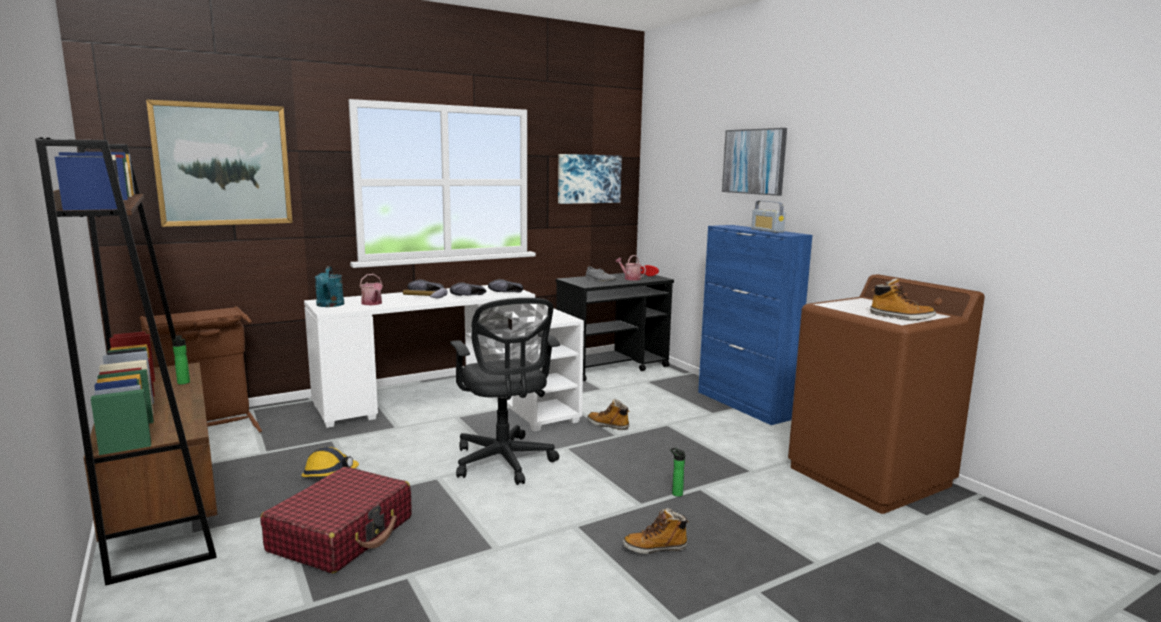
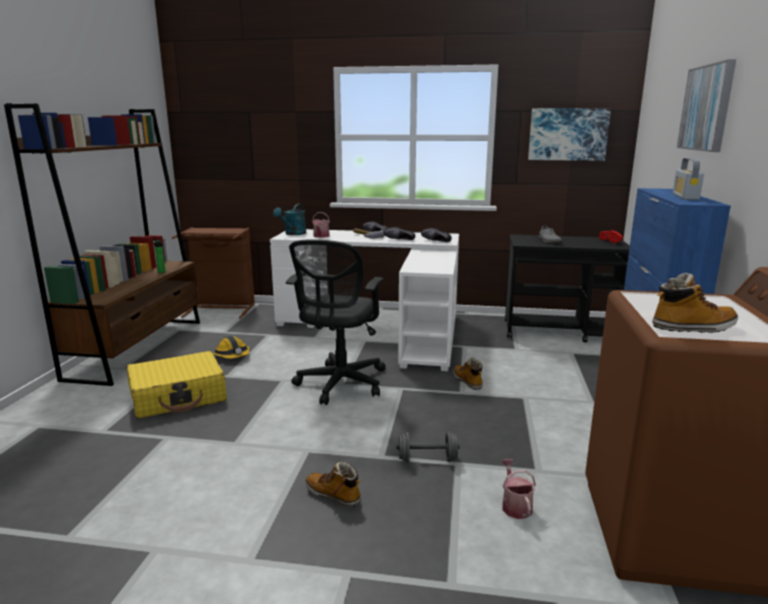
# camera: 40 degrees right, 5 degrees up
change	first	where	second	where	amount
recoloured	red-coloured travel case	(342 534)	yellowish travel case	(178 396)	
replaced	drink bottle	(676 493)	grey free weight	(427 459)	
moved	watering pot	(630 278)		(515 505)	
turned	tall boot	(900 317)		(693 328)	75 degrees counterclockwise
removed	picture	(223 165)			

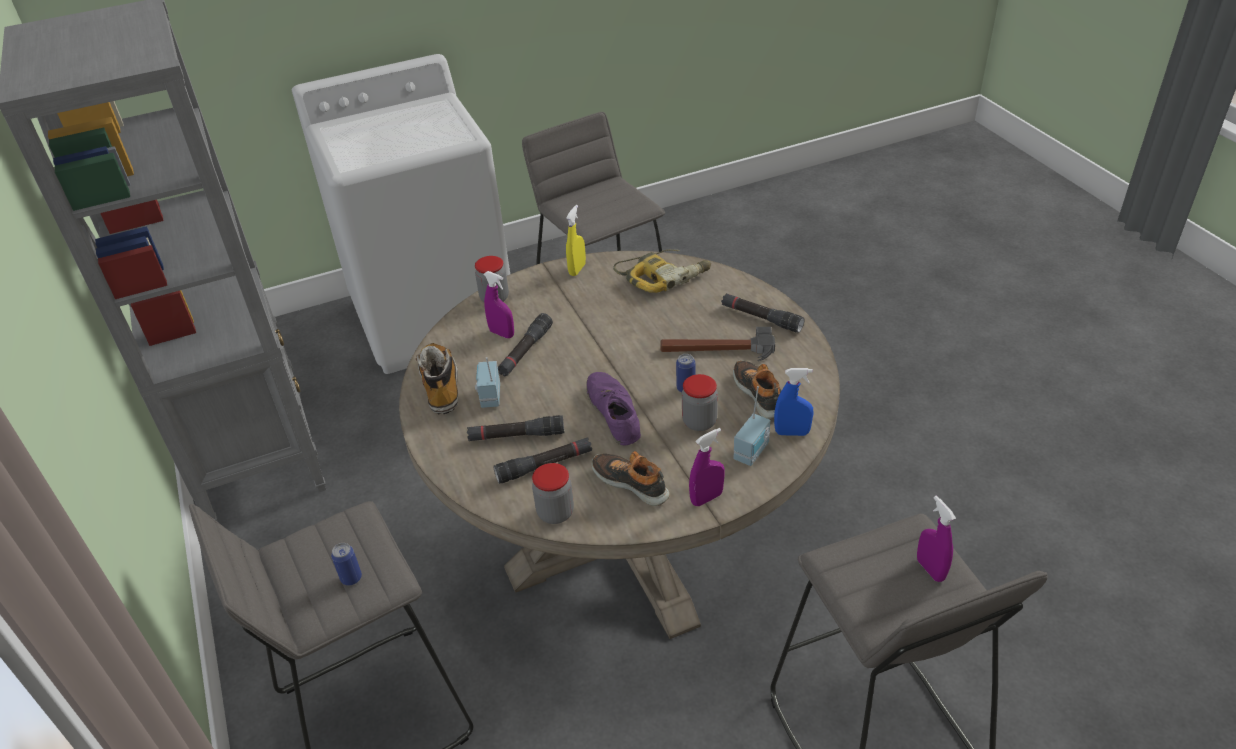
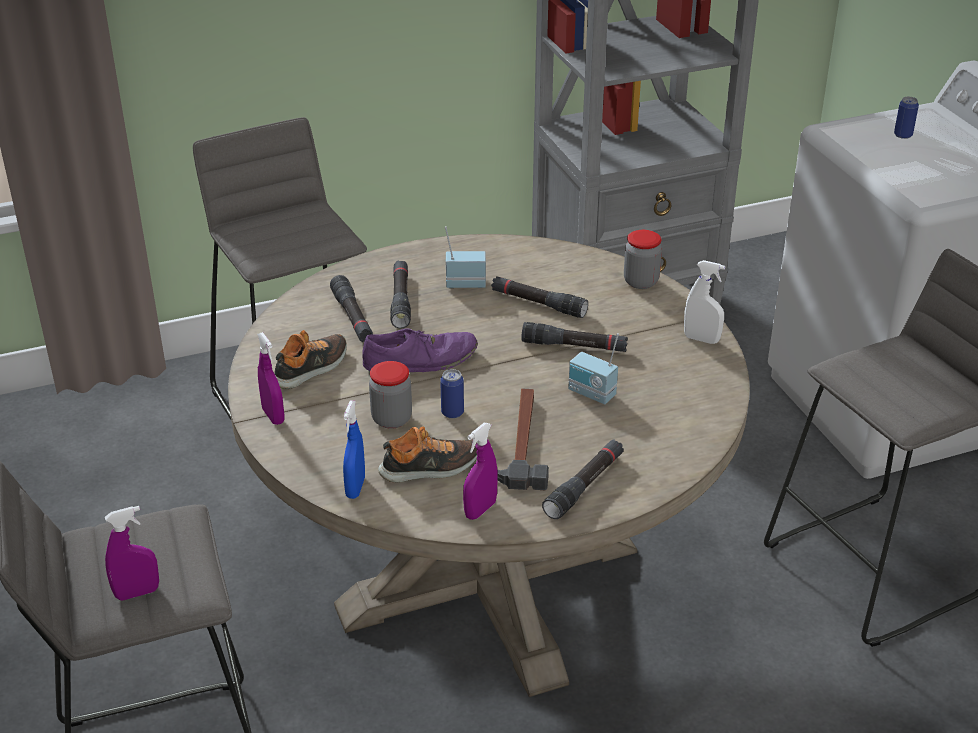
# camera: 90 degrees right, 5 degrees down
change	first	where	second	where	amount
moved	purple-coloured hand sprayer	(502 333)		(480 510)	
added			black-coloured torch	(574 346)	
moved	radio receiver	(752 452)		(591 394)	
recoloured	yellowish hand sprayer	(577 269)	whitish hand sprayer	(701 339)	
moved	sealed can	(351 578)		(903 135)	
removed	tall boot	(441 386)			
removed	preserve jar	(555 513)			
removed	electric drill	(663 276)			

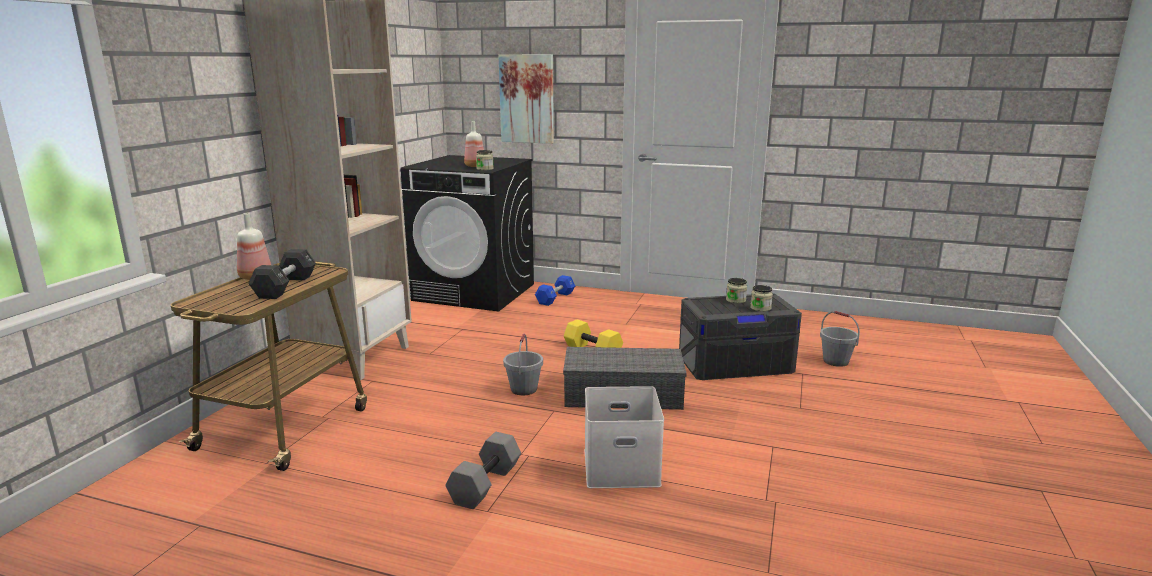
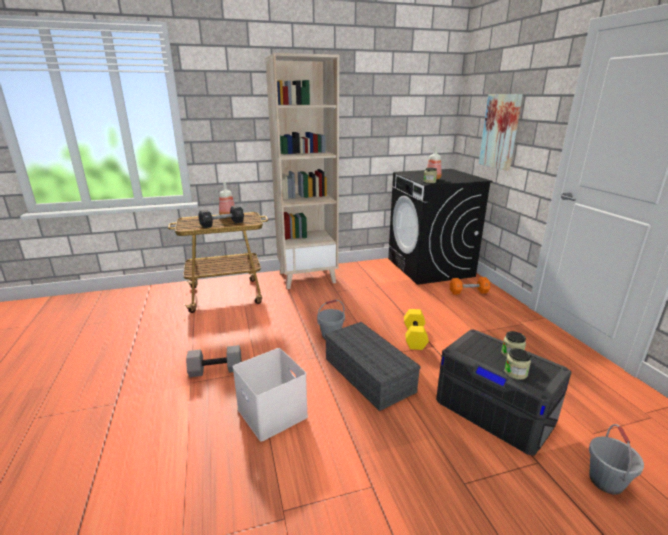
# camera: 55 degrees right, 5 degrees up
change	first	where	second	where	amount
recoloured	blue free weight	(555 298)	orangey free weight	(468 292)	

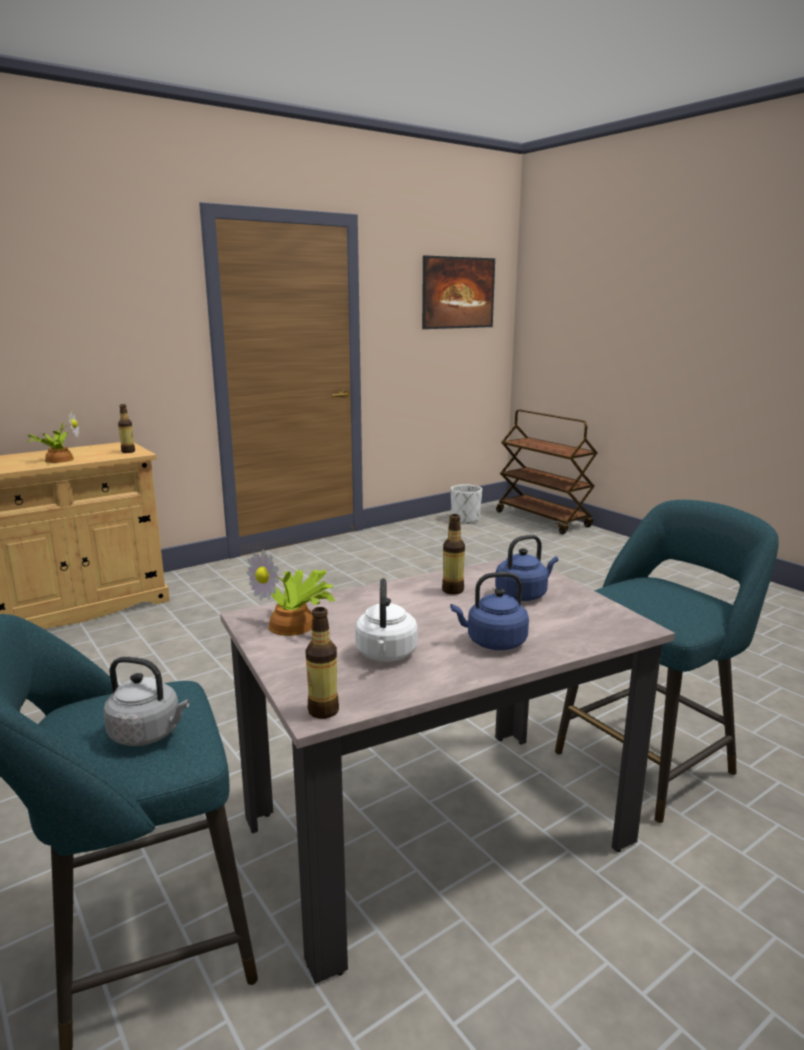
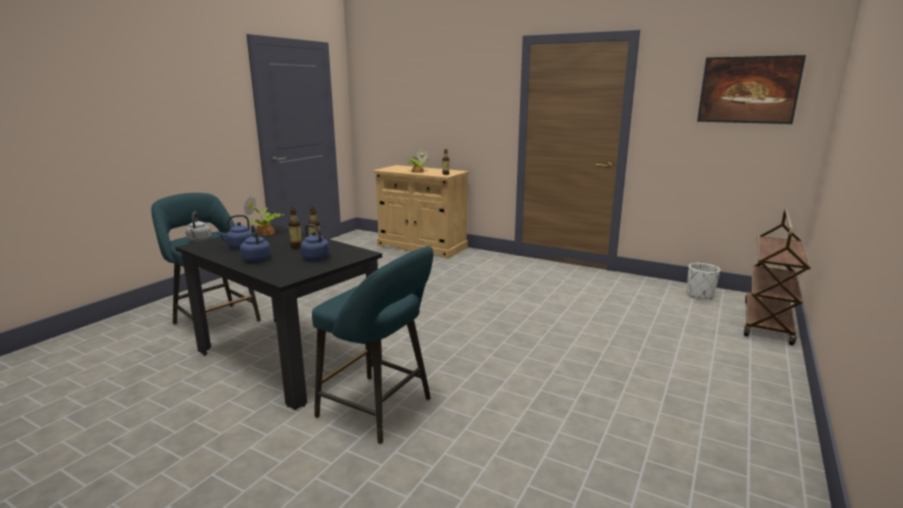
# camera: 65 degrees right, 0 degrees up
change	first	where	second	where	amount
recoloured	beige dining table	(436 831)	black-coloured dining table	(288 357)	
recoloured	whitish water kettle	(386 655)	blue water kettle	(239 247)	
moved	drink bottle	(323 711)		(296 247)	

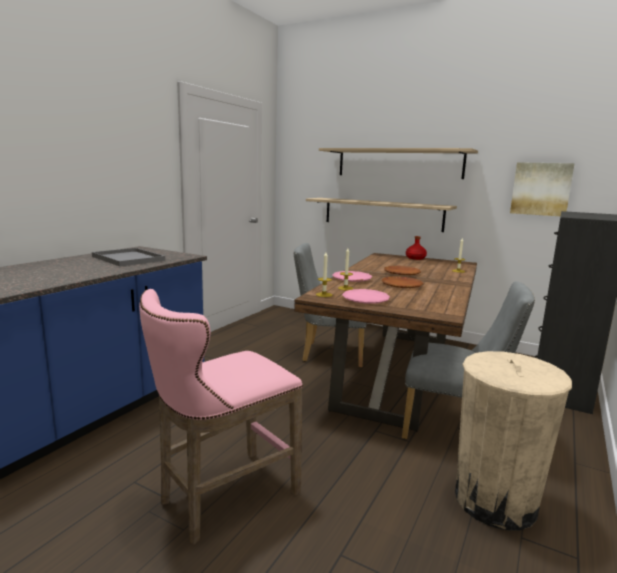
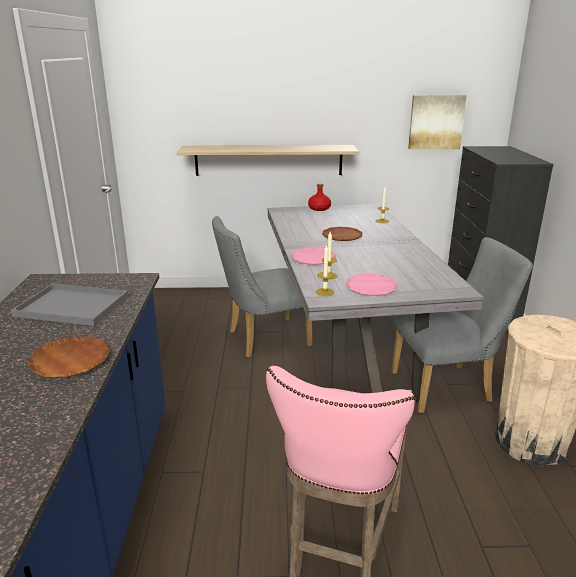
# camera: 30 degrees left, 10 degrees up
change	first	where	second	where	amount
moved	brown dinner plate	(401 285)		(70 362)	
recoloured	brown dining table	(395 372)	grey dining table	(346 341)	
removed	shelf	(398 163)			

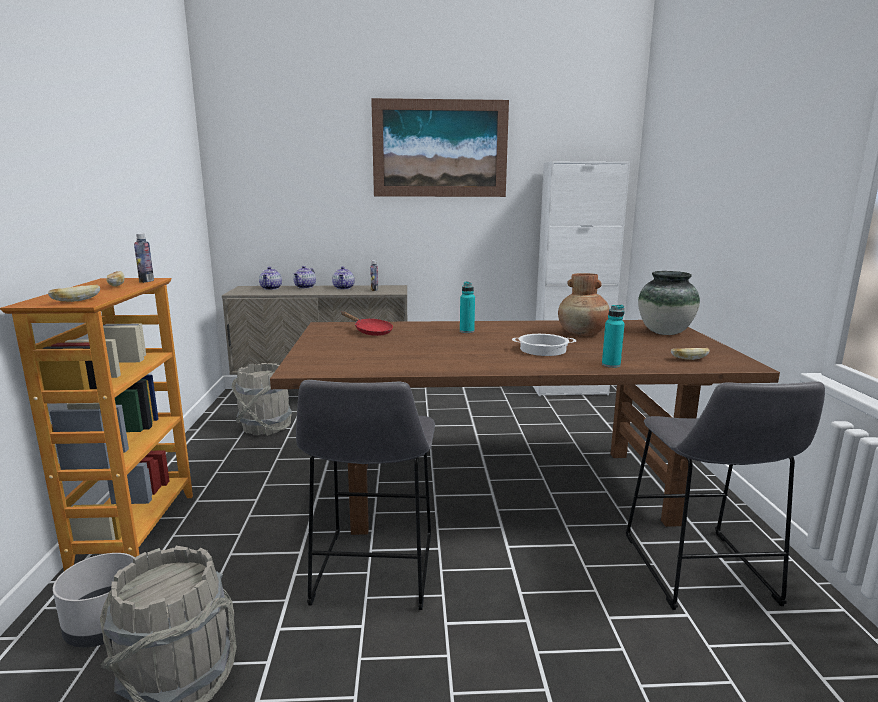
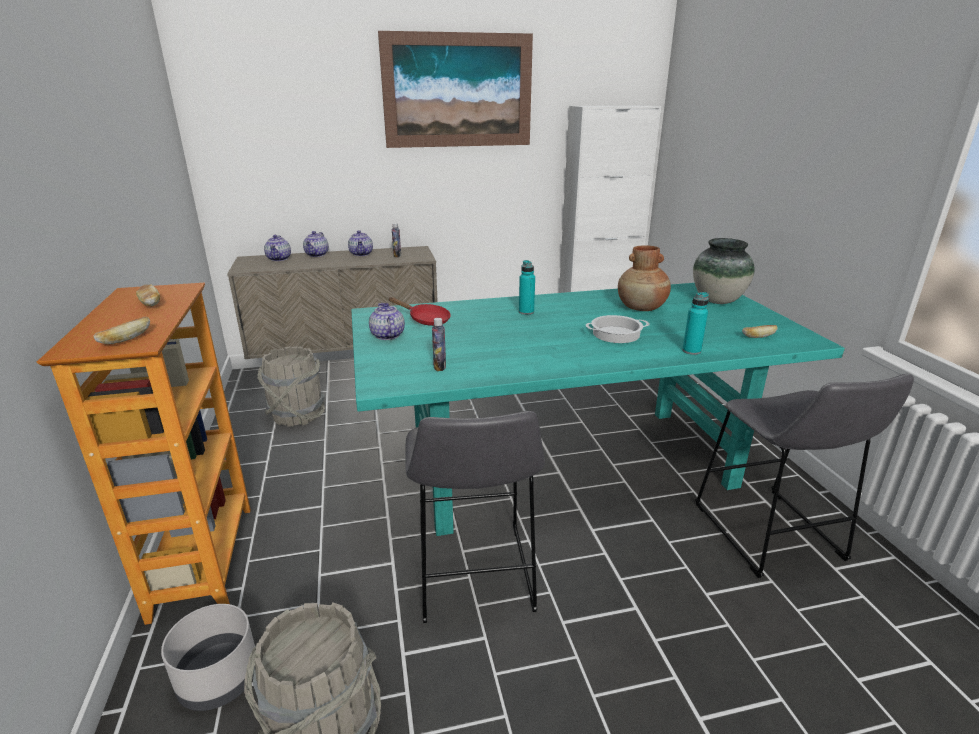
# camera: 10 degrees left, 10 degrees up
change	first	where	second	where	amount
recoloured	brown dining table	(502 489)	turquoise-coloured dining table	(567 465)	
added			tea pot	(387 335)	
moved	drink bottle	(146 281)		(439 367)	

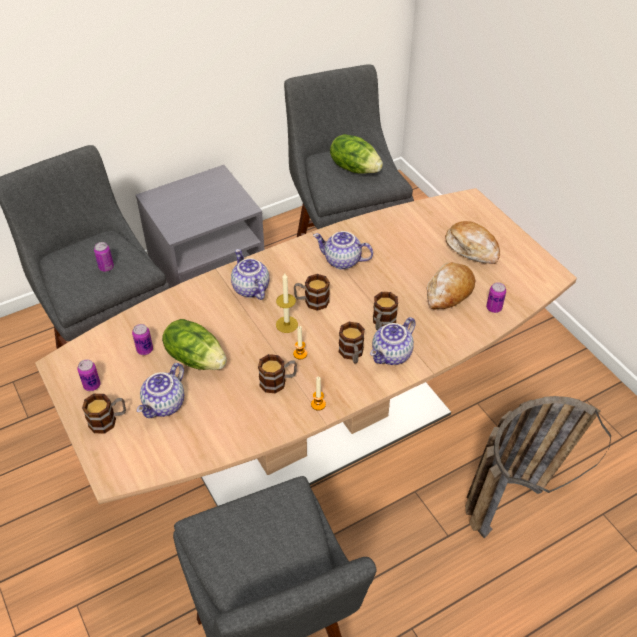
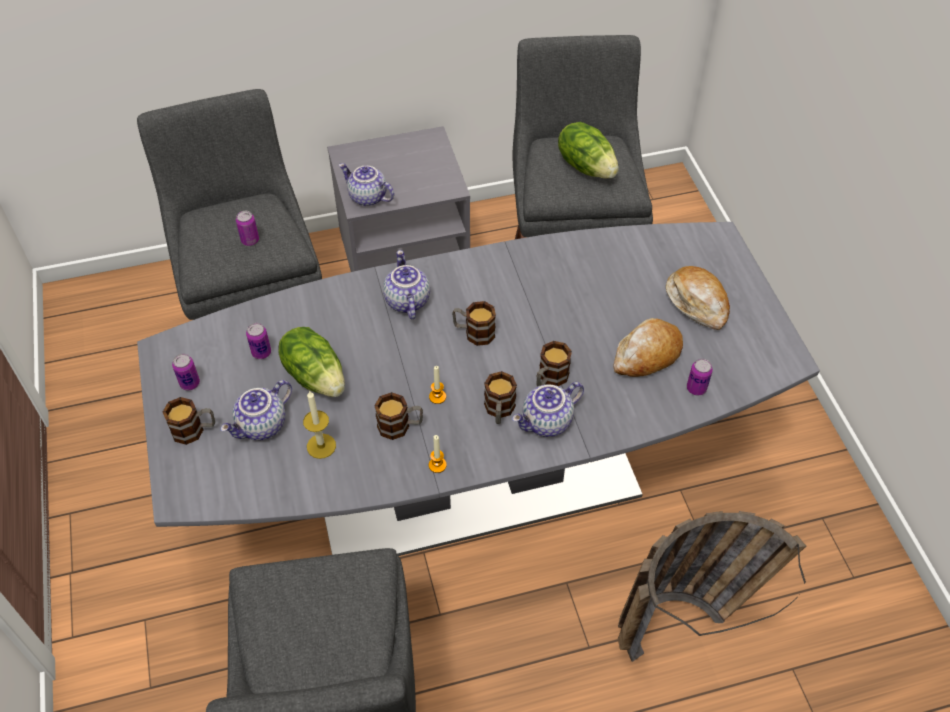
# camera: 15 degrees right, 5 degrees up
change	first	where	second	where	amount
recoloured	brown dining table	(317 430)	grey dining table	(474 479)	
moved	candle	(286 324)		(321 446)	
moved	tea pot	(342 261)		(367 197)	

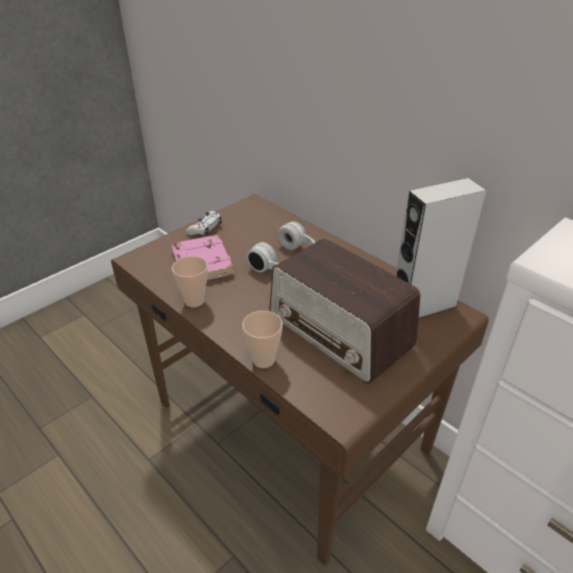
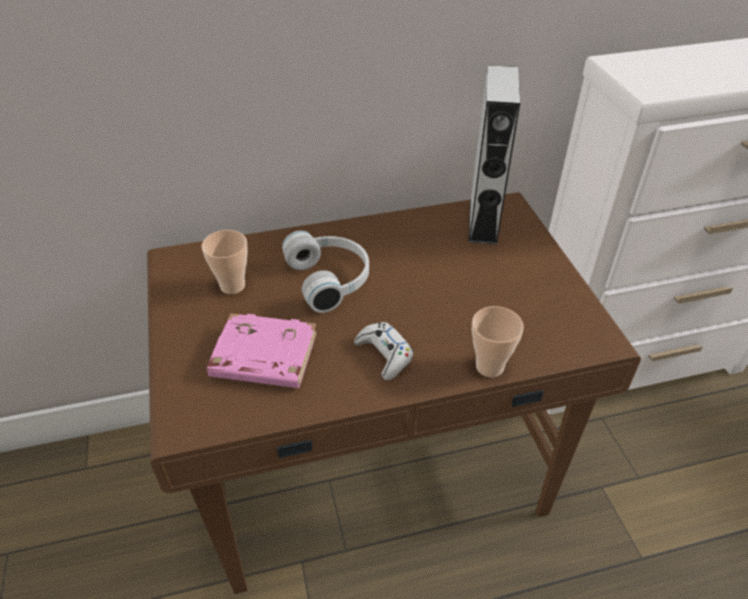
# camera: 60 degrees left, 5 degrees up
change	first	where	second	where	amount
moved	drinking cup	(194 301)		(232 286)	
moved	whitish game controller	(205 228)		(384 355)	
removed	radio receiver	(340 331)			

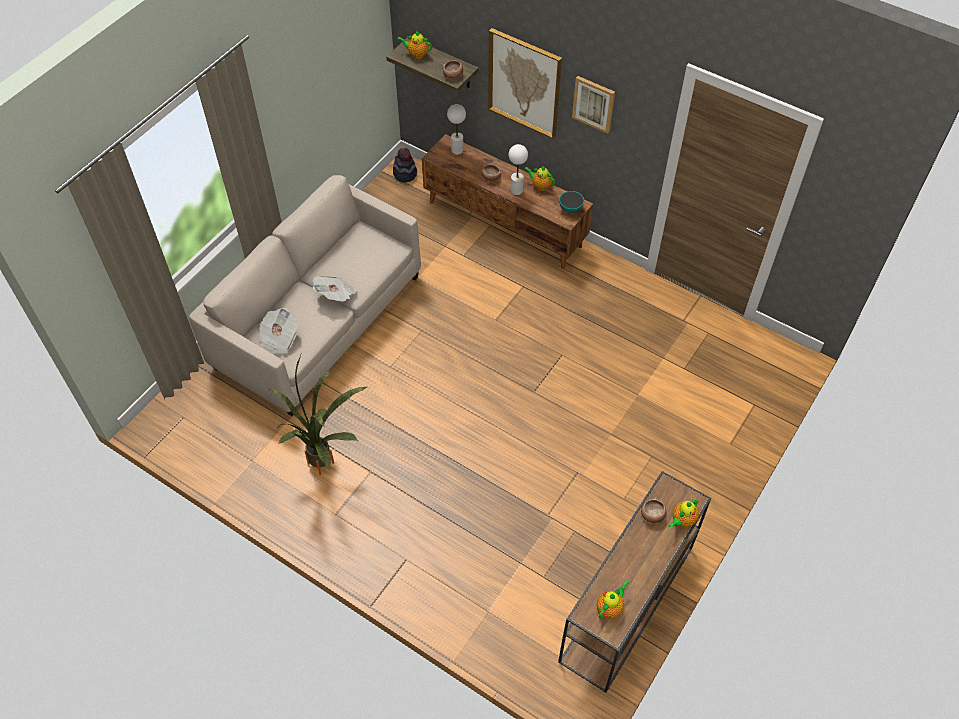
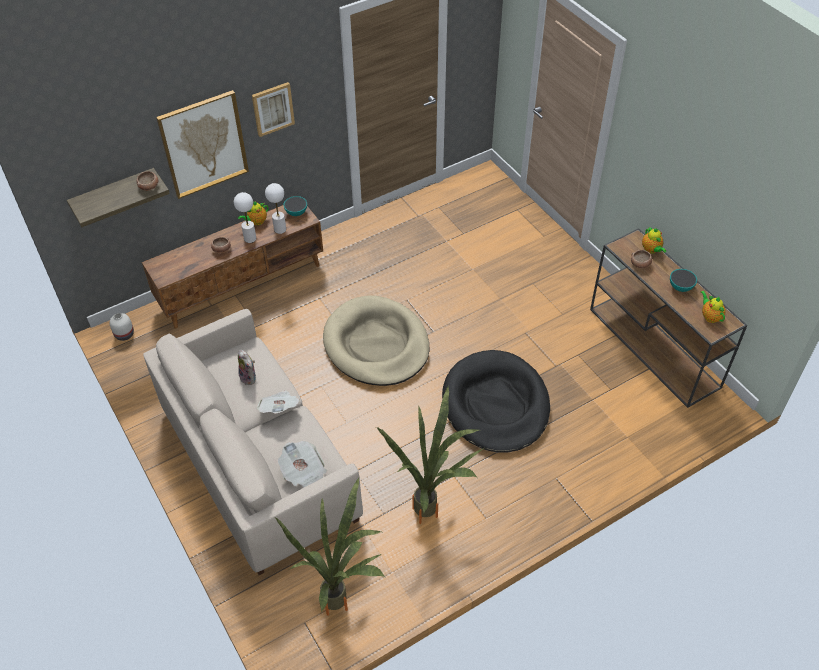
# camera: 65 degrees left, 5 degrees down
change	first	where	second	where	amount
replaced	hat	(405 173)	whitish vase	(124 334)	
added			cuddly toy	(249 377)	
moved	whitish lamp for a table	(457 150)		(280 229)	
added			potted plant	(343 604)	
added			beige dog bed	(376 345)	
added			black-coloured dog bed	(495 404)	
added			bowl	(680 287)	
removed	tea pot	(416 54)			

